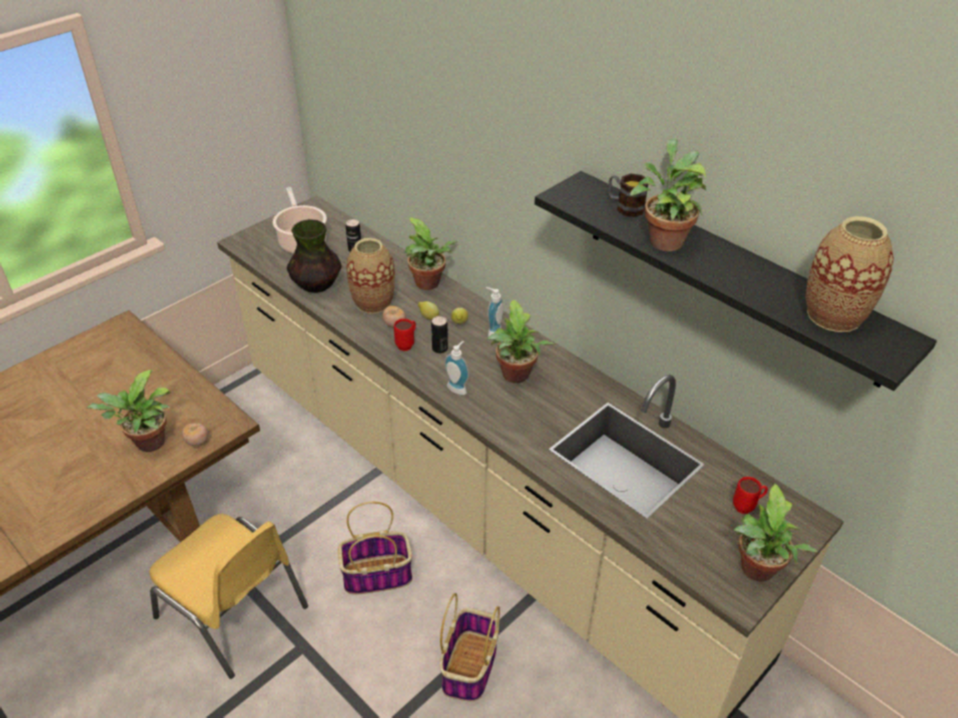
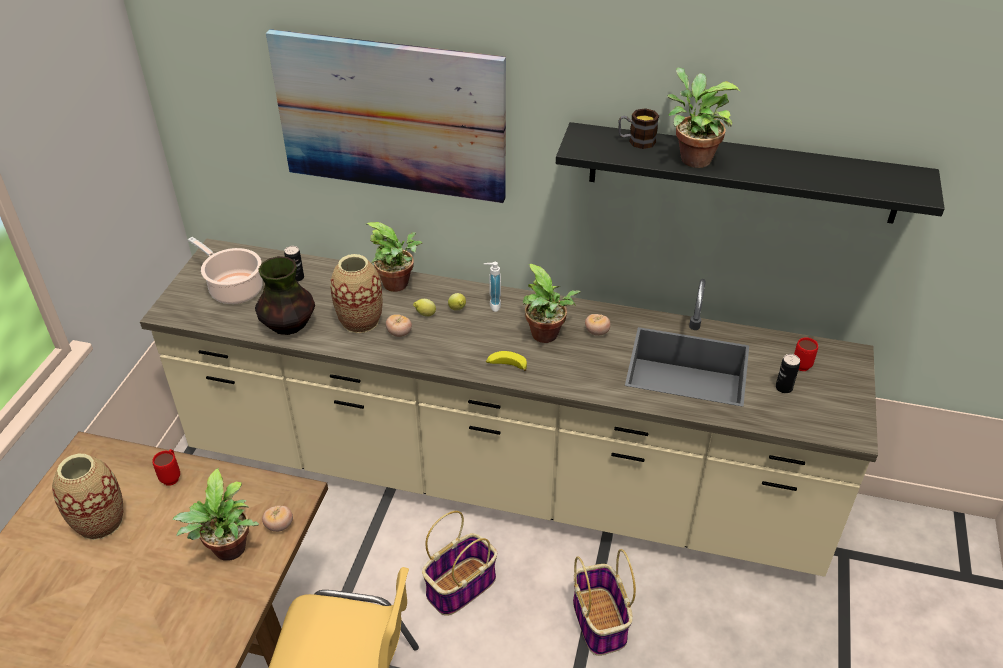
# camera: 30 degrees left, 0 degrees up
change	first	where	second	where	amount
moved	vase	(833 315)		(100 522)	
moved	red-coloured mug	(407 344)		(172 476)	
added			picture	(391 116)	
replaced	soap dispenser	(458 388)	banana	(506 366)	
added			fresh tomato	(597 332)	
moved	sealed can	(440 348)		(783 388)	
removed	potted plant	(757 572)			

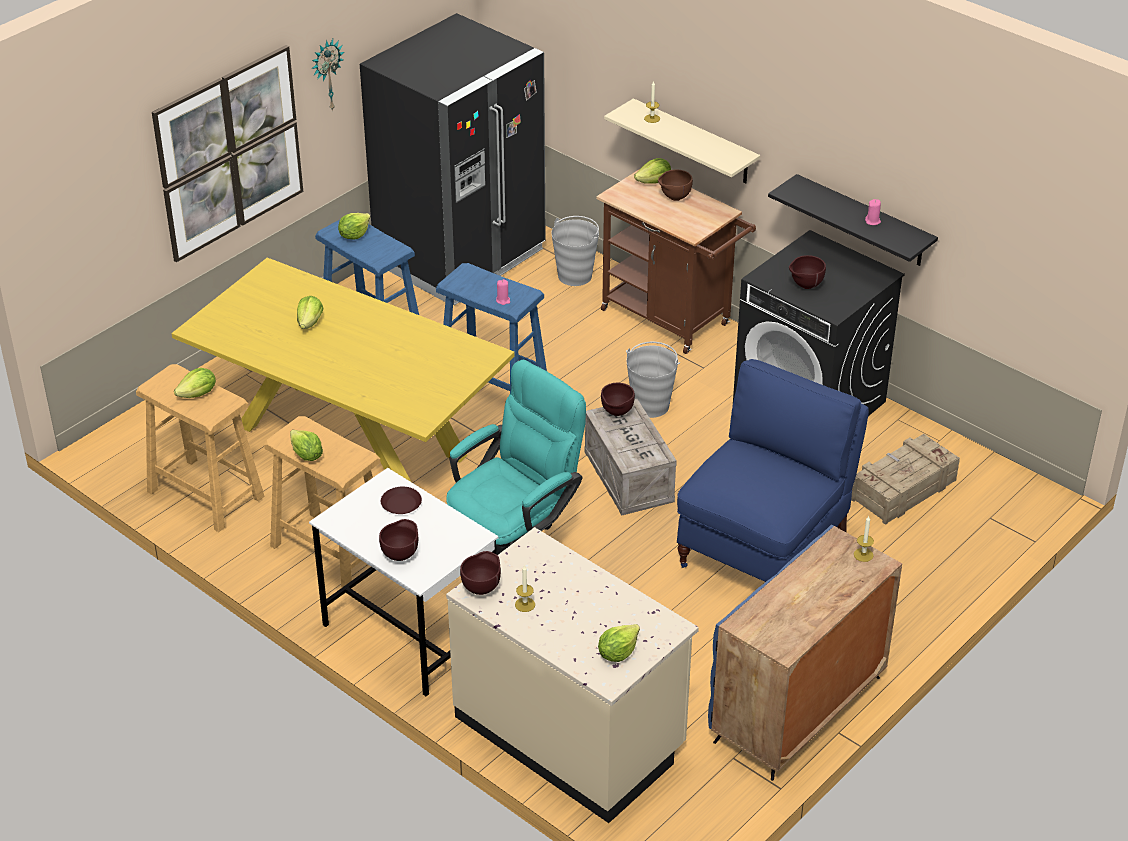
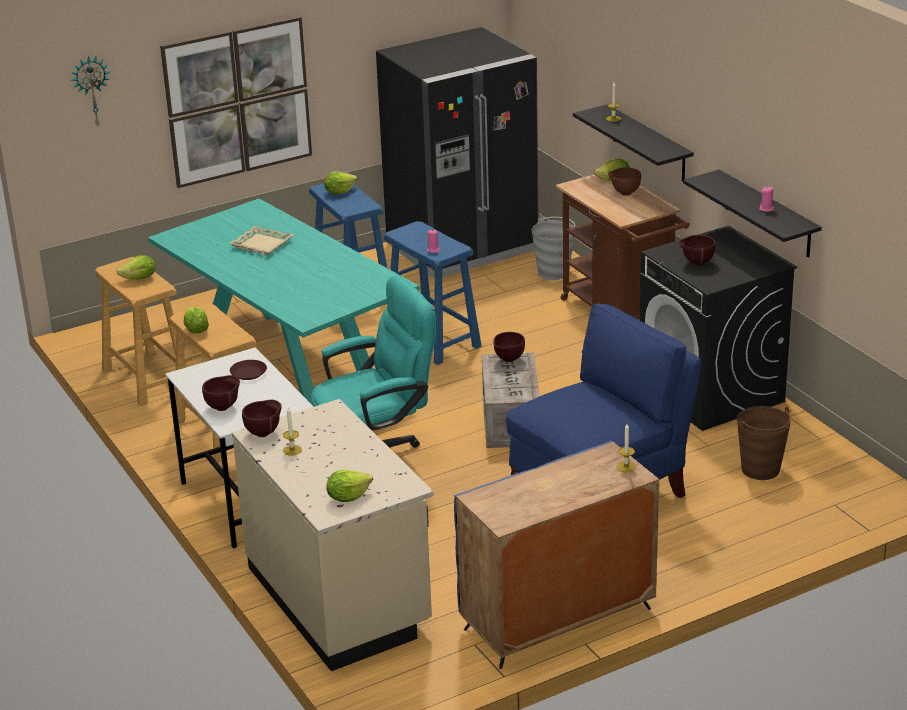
# camera: 20 degrees right, 10 degrees down
change	first	where	second	where	amount
moved	wall clock	(327 74)		(92 90)	
recoloured	yellowish dining table	(351 440)	turquoise-coloured dining table	(289 359)	
replaced	lettuce	(310 323)	beige serving tray	(262 244)	
recoloured	beige shelf	(694 142)	black-coloured shelf	(648 144)	
replaced	crate	(902 489)	brown water bucket	(760 470)	
removed	grey water bucket	(651 405)			

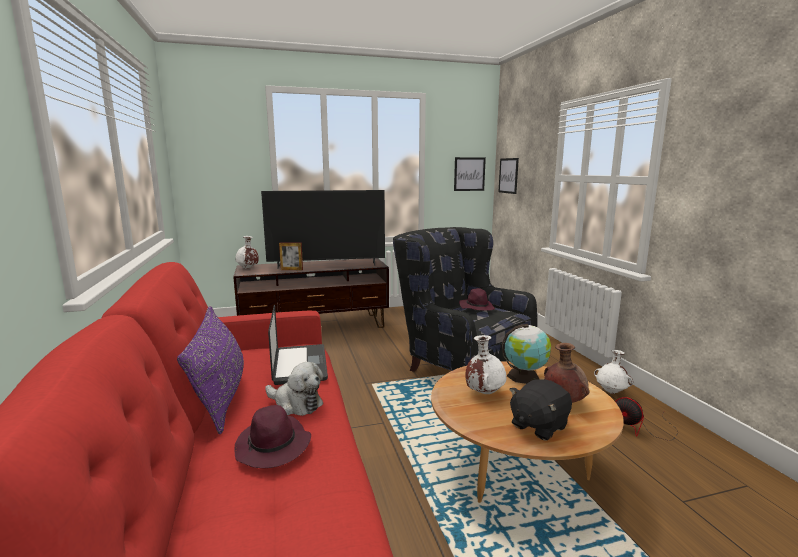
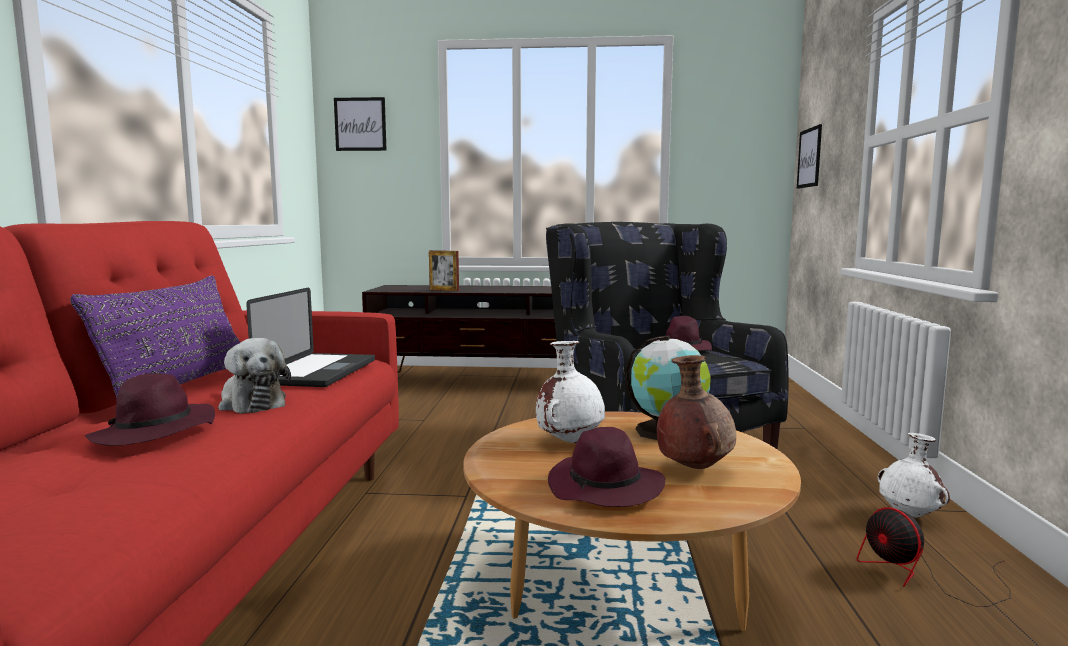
# camera: 20 degrees right, 5 degrees down
change	first	where	second	where	amount
moved	picture	(469 174)		(360 124)	
replaced	black-coloured cuddly toy	(538 426)	purple-coloured hat	(606 488)	
removed	whitish vase	(248 268)			
removed	television	(327 265)			

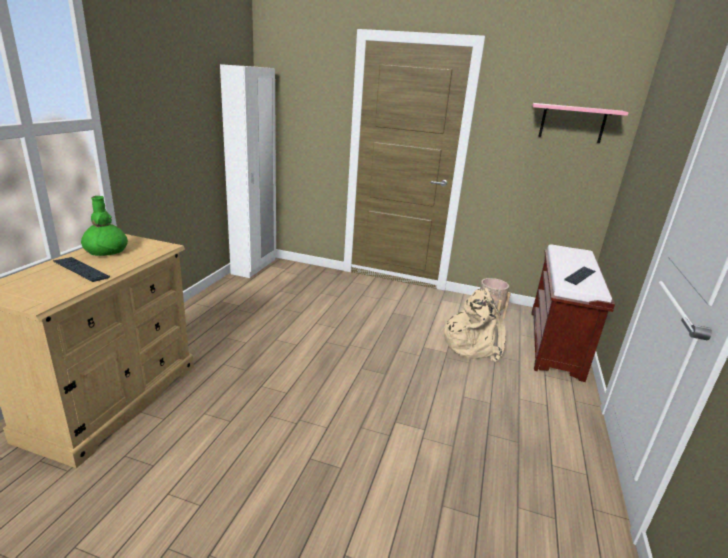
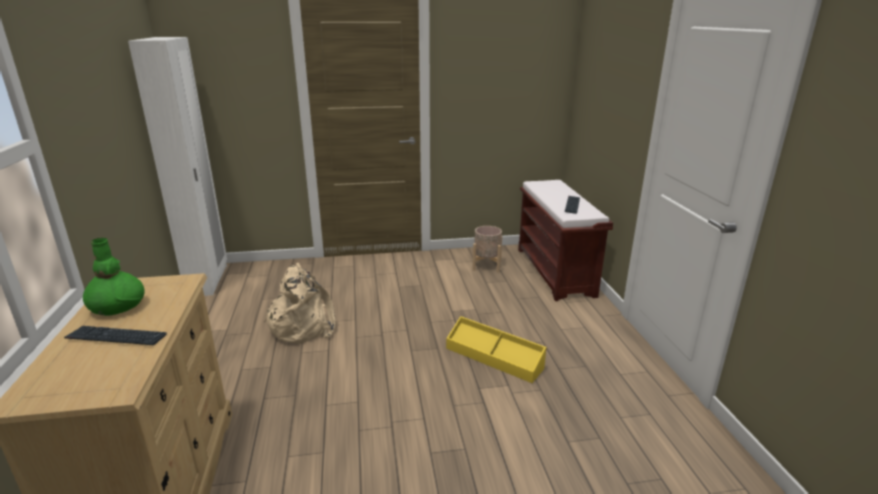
# camera: 25 degrees left, 0 degrees up
change	first	where	second	where	amount
moved	beige backpack	(472 344)		(303 326)	
added			yellowish storage bin	(494 357)	
removed	pink-coloured shelf	(572 123)			

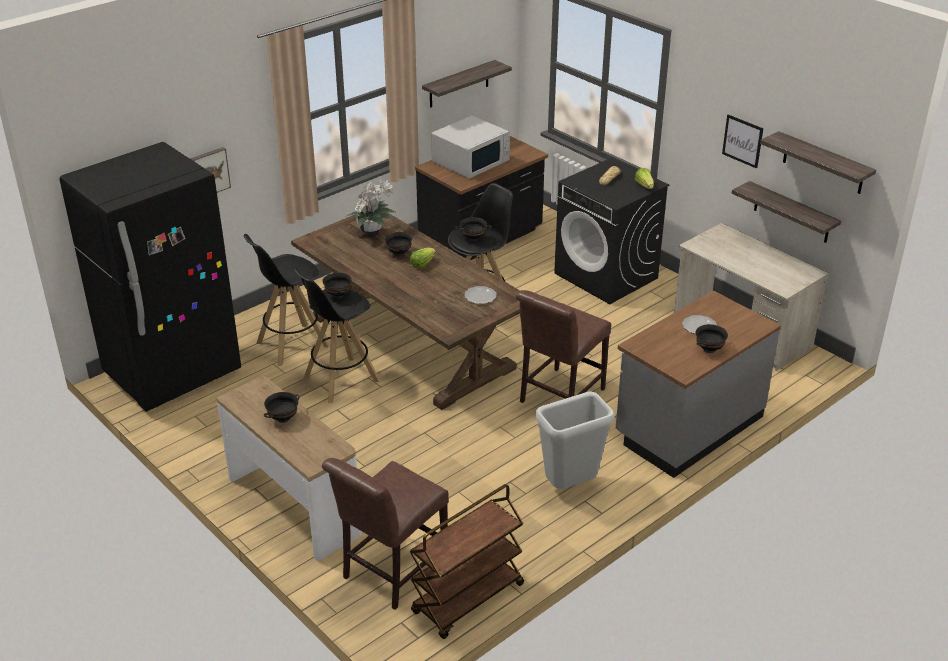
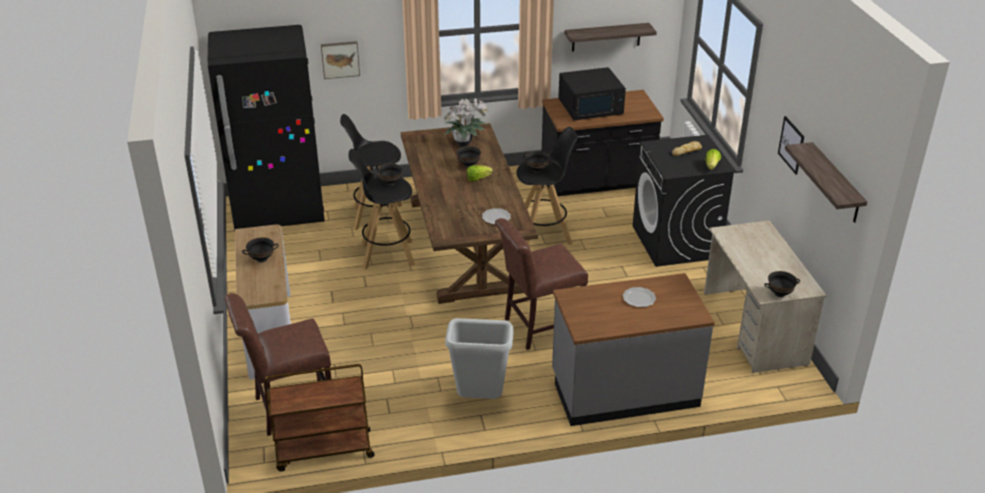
# camera: 30 degrees right, 0 degrees up
change	first	where	second	where	amount
recoloured	whitish kitchen microwave	(471 161)	black-coloured kitchen microwave	(591 107)	
moved	black-coloured bowl	(709 349)		(779 293)	
removed	shelf	(791 213)			

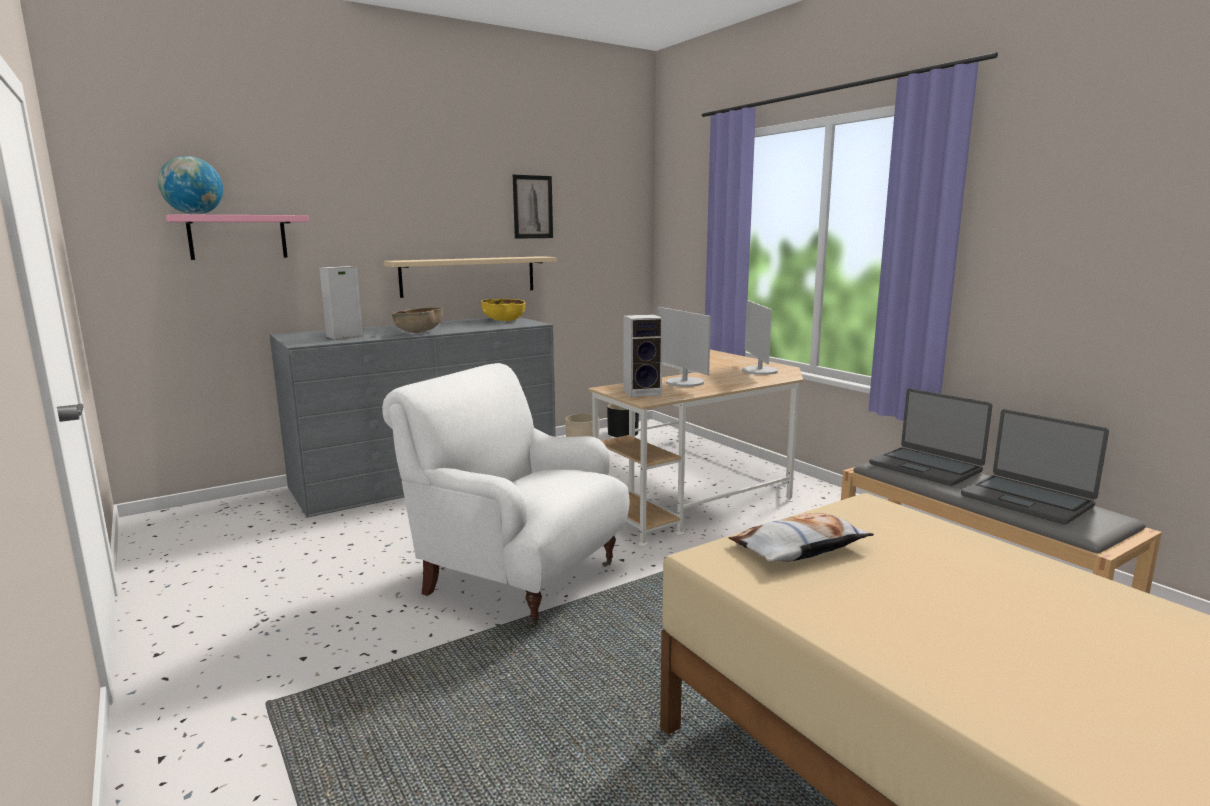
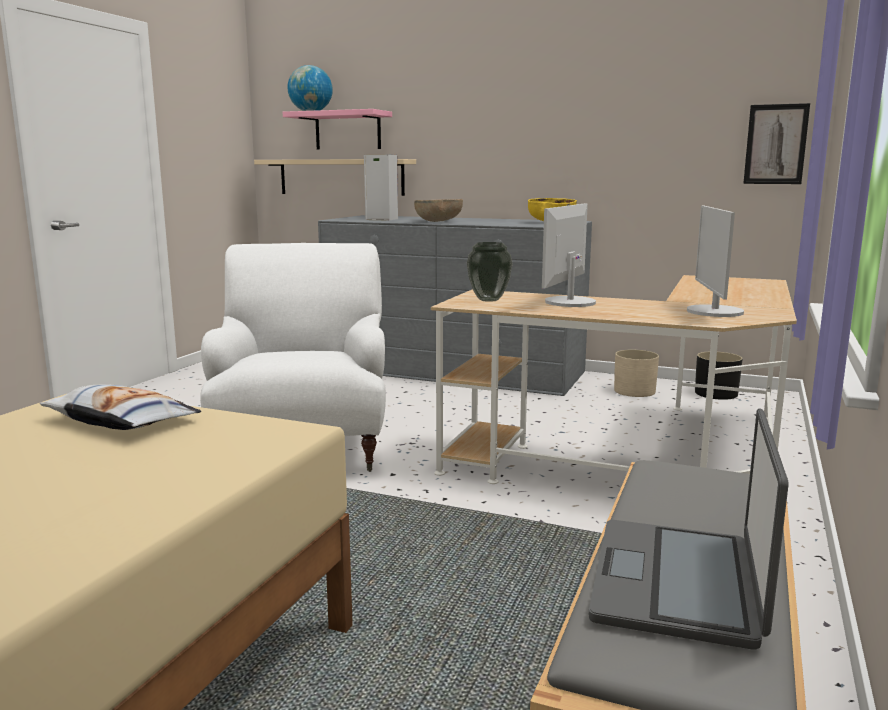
# camera: 55 degrees right, 0 degrees up
change	first	where	second	where	amount
moved	beige shelf	(469 276)		(341 177)	
replaced	speaker	(643 392)	vase	(489 300)	
turned	monitor	(759 371)		(714 312)	45 degrees counterclockwise
moved	picture	(532 207)		(775 144)	
removed	laptop	(925 467)			

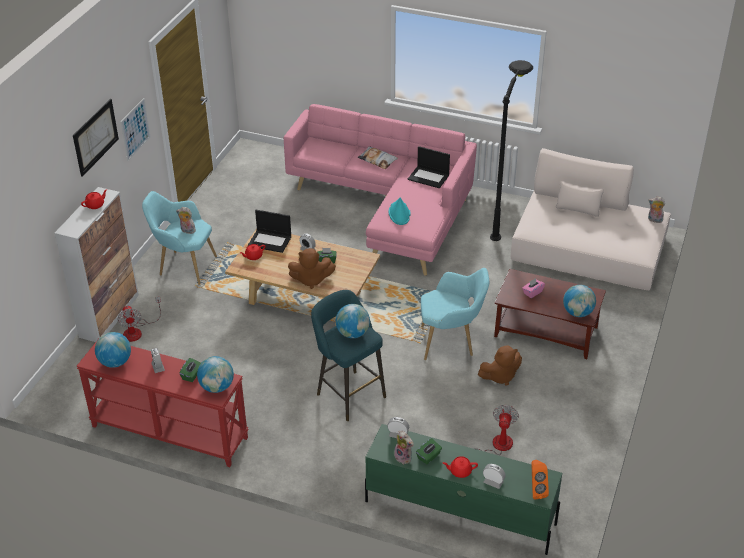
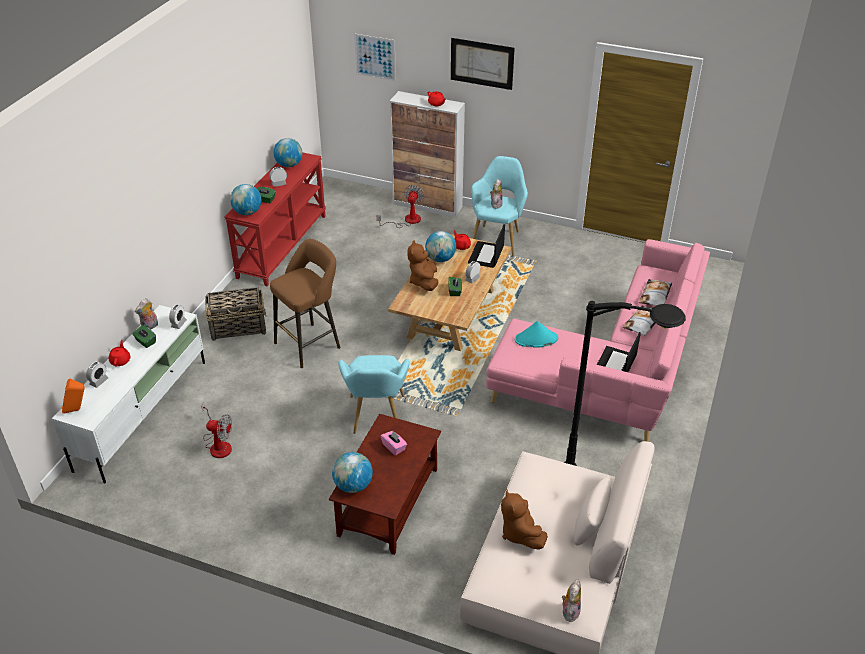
# camera: 90 degrees right, 0 degrees up
change	first	where	second	where	amount
recoloured	green-coloured tv stand	(459 512)	whitish tv stand	(143 413)	
added			household basket	(239 327)	
recoloured	turquoise-coloured sitting stool	(348 393)	brown sitting stool	(310 344)	
moved	picture	(135 129)		(375 57)	
turned	cooling fan	(137 331)		(407 220)	120 degrees clockwise
moved	world globe	(353 333)		(440 259)	
moved	brown cuddly toy	(500 376)		(519 533)	
added			pillow	(655 296)	

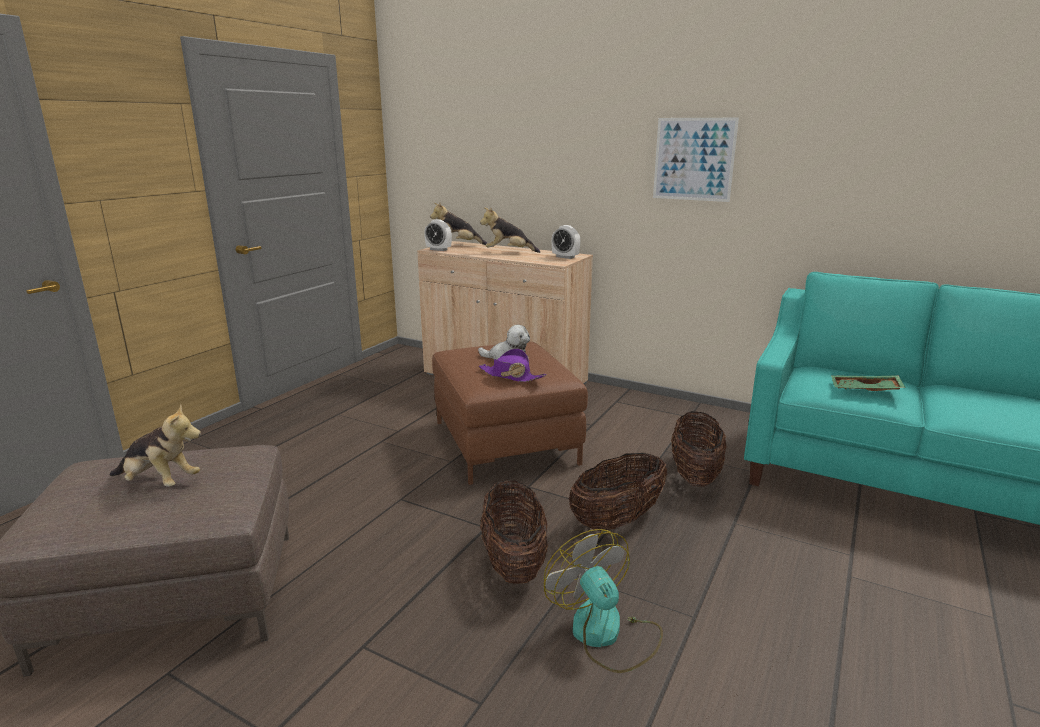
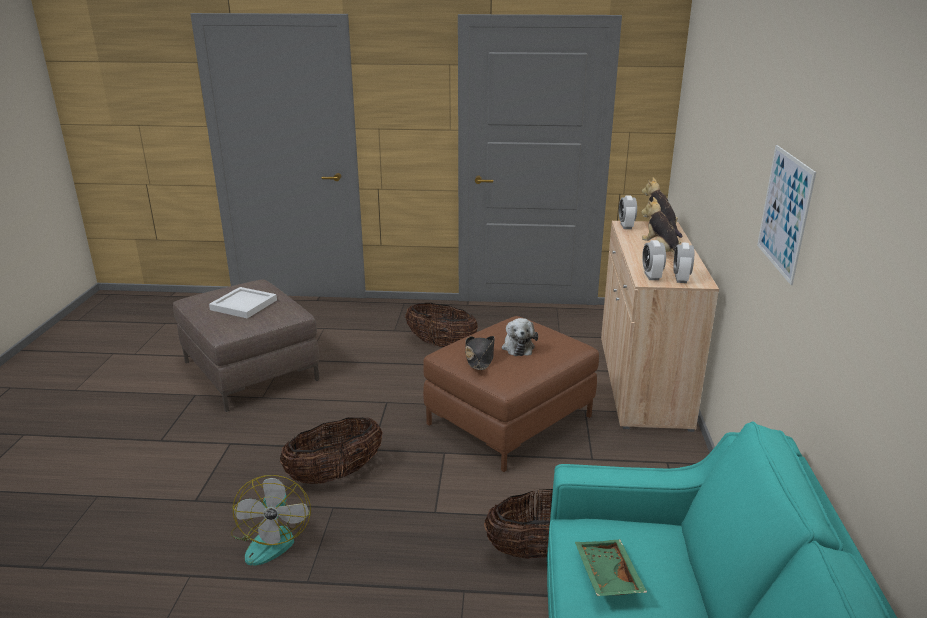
# camera: 65 degrees right, 5 degrees up
change	first	where	second	where	amount
replaced	cuddly toy	(159 482)	whitish serving tray	(243 304)	
turned	cooling fan	(605 634)		(271 538)	135 degrees clockwise
moved	household basket	(617 520)		(441 344)	
recoloured	purple-coloured hat	(511 376)	black-coloured hat	(479 358)	
added			bedside clock	(651 276)	

